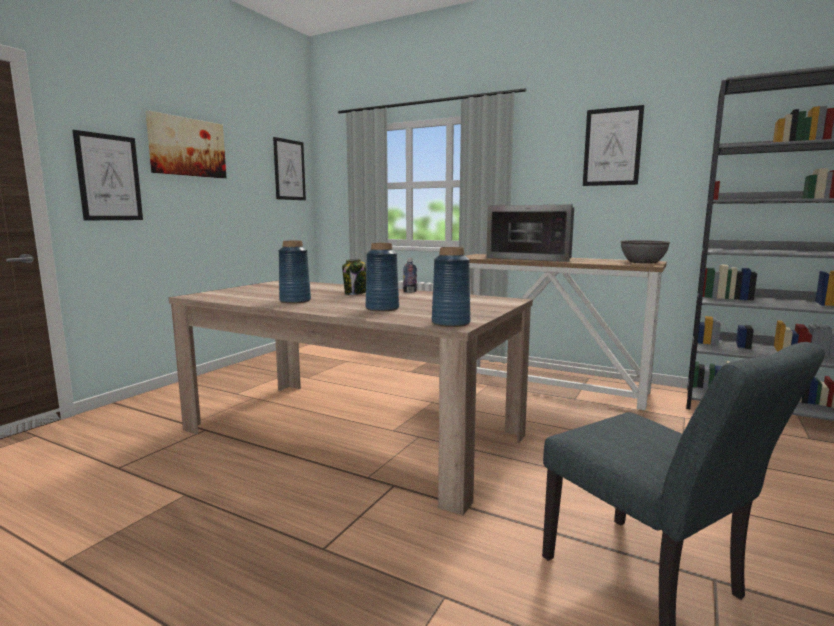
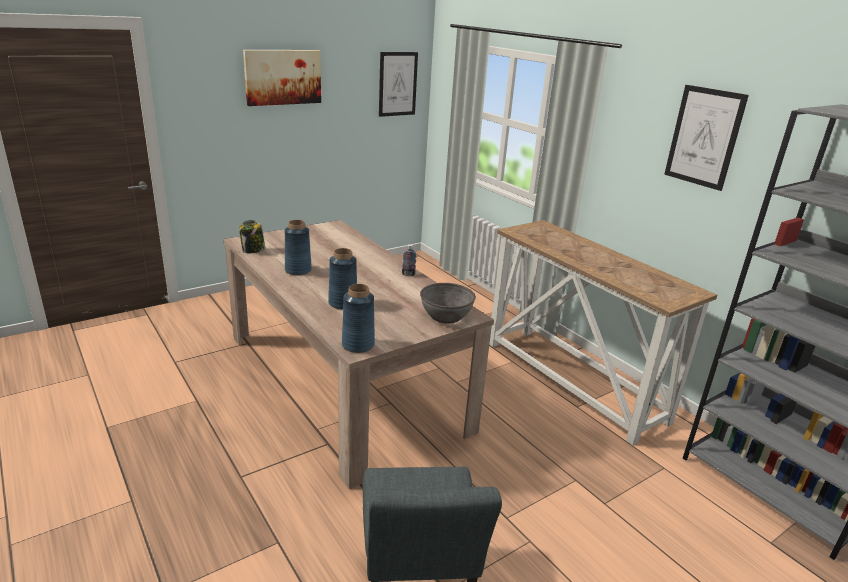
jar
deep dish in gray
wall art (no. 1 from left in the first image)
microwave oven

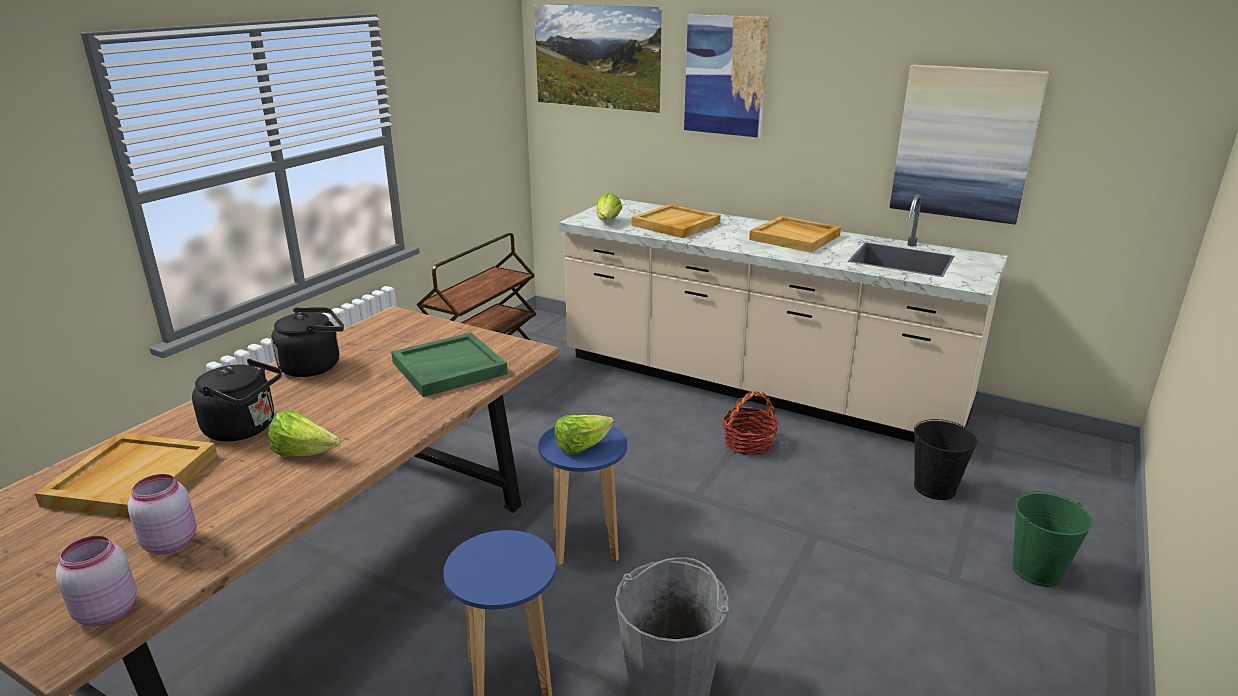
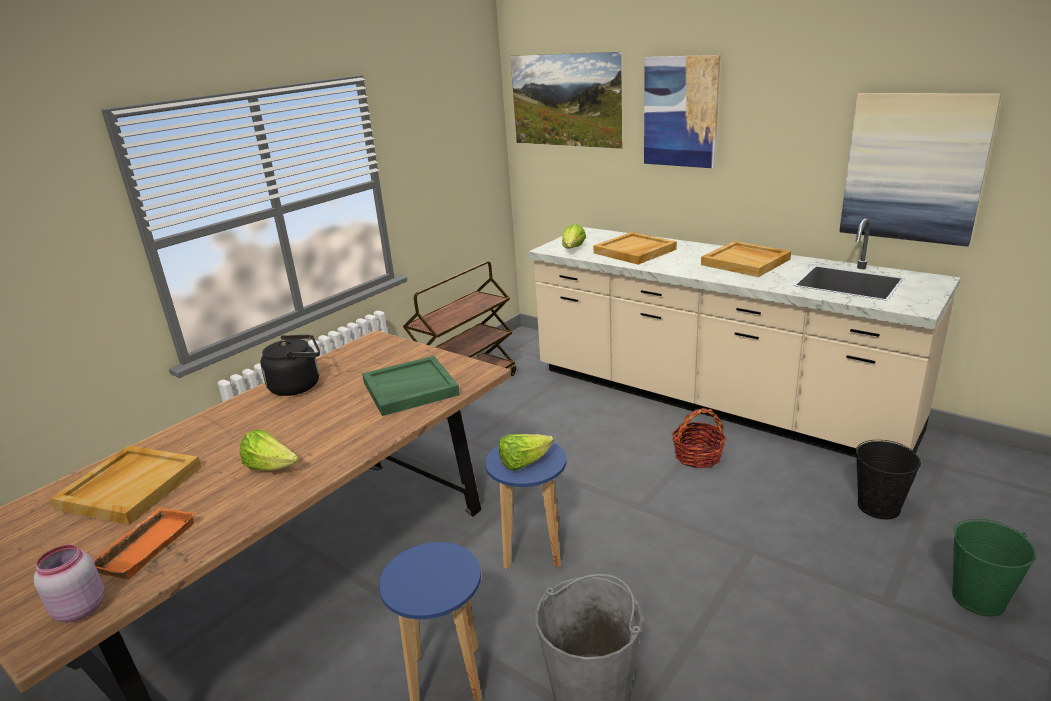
tray in orangey
water kettle in black-coloured (no. 1 from left in the first image)

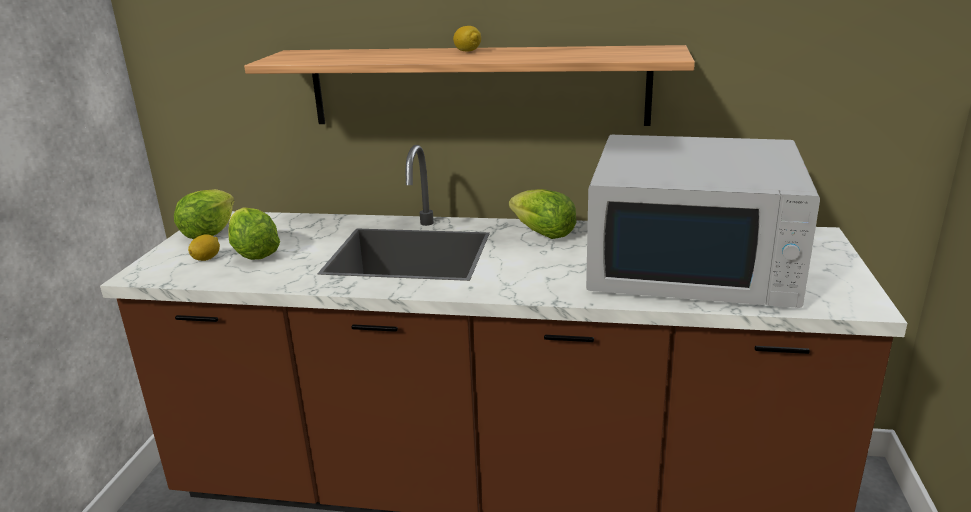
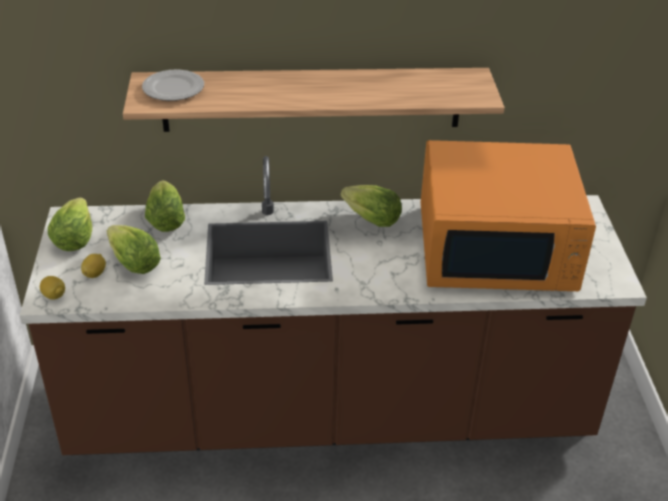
citrus fruit (no. 1 from left)
flat dish
head of lettuce (no. 3 from left)
microwave oven in orangey

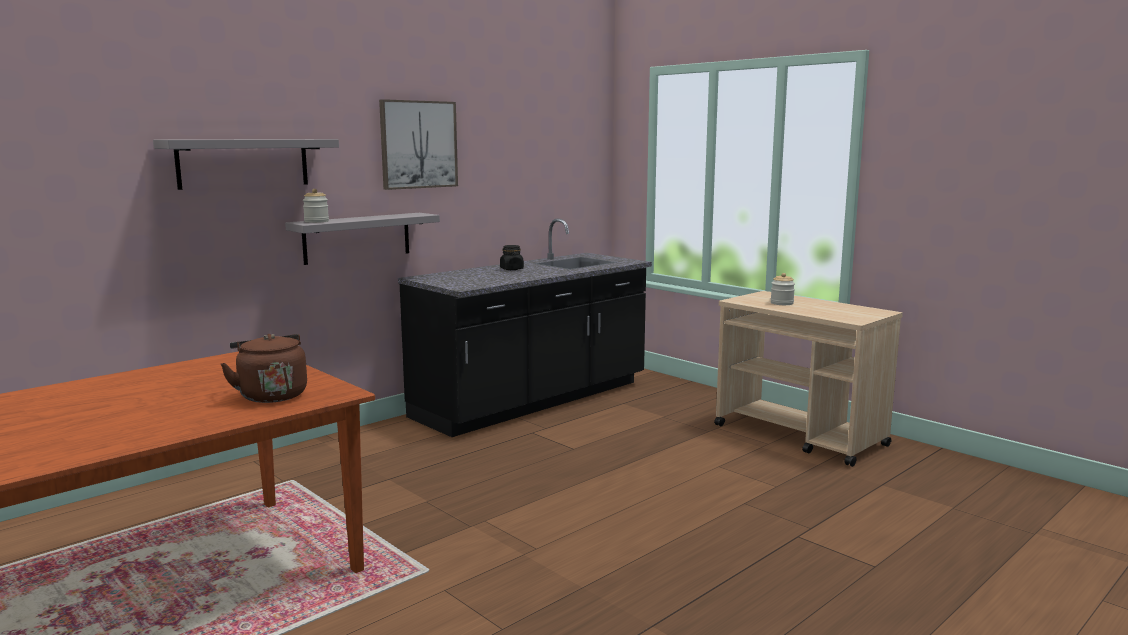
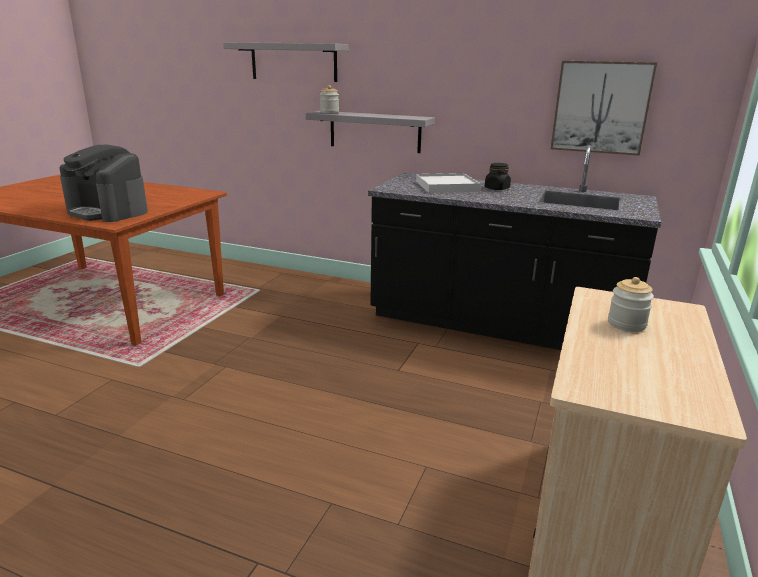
coffee brewer
tray in white
wall art

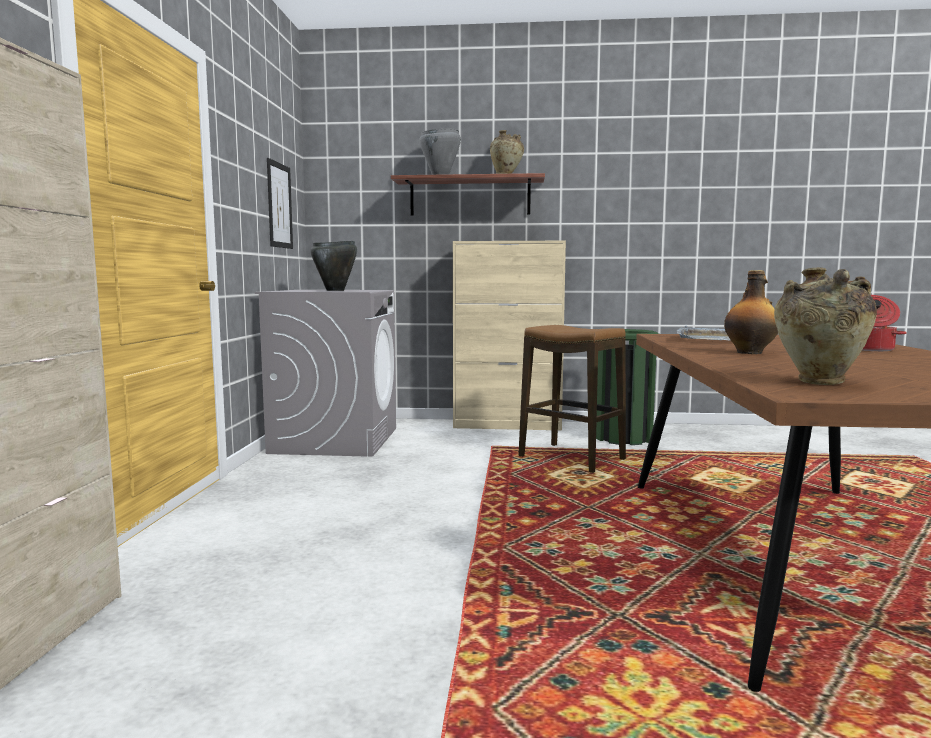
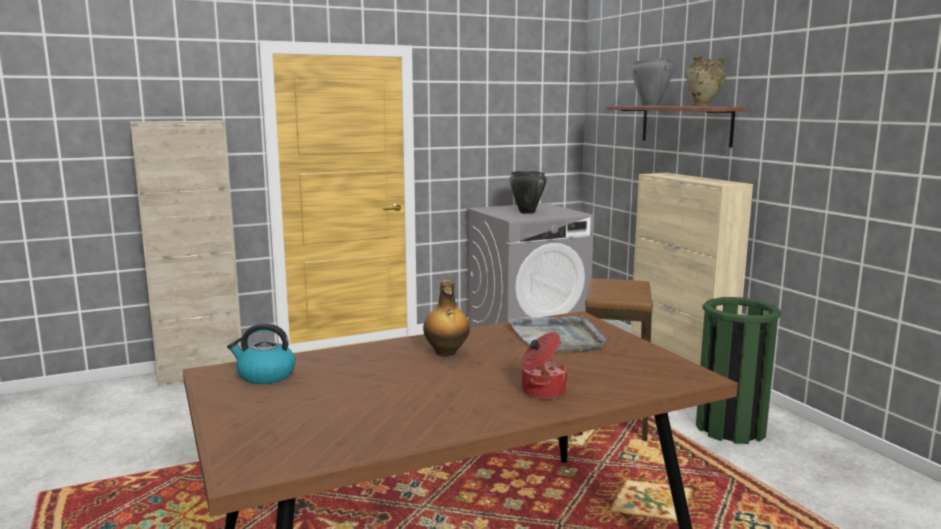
water kettle
wall art

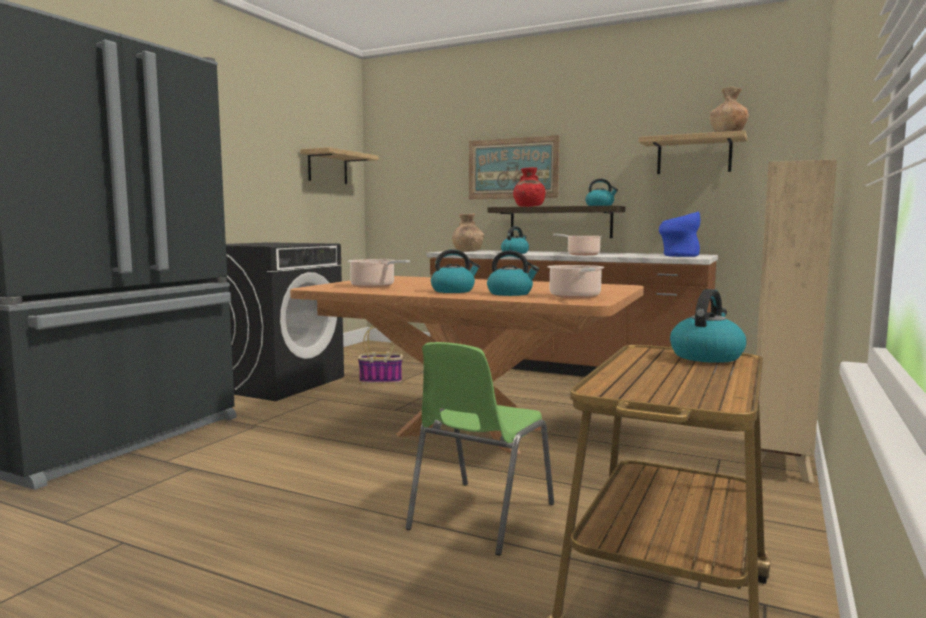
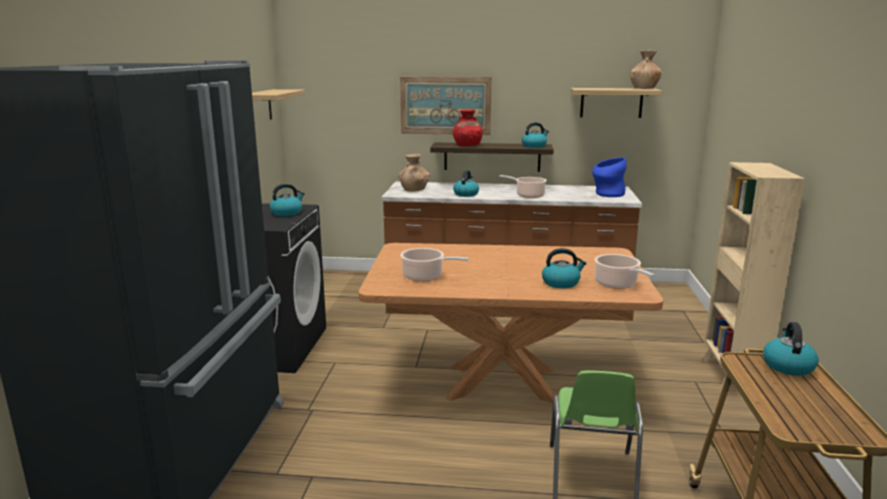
water kettle (no. 1 from left)
storage basket

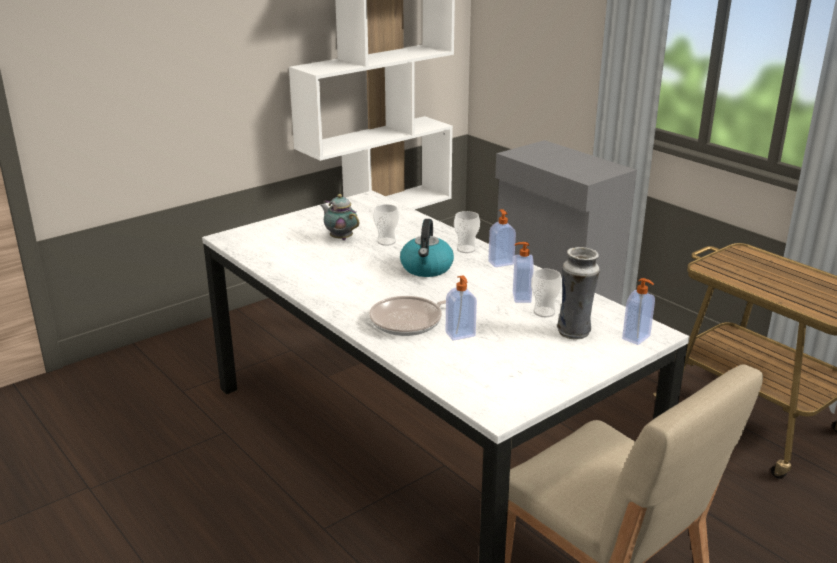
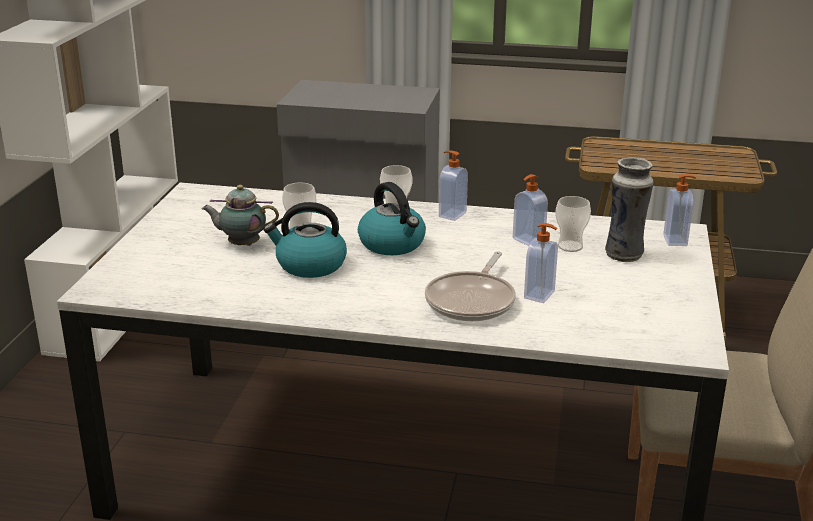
water kettle (no. 1 from left)

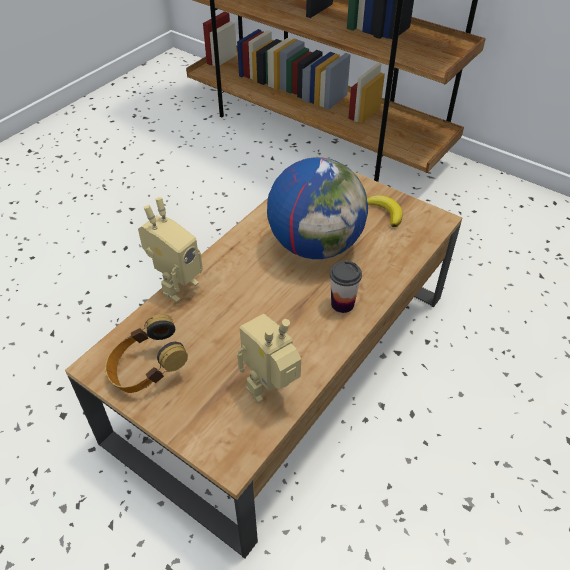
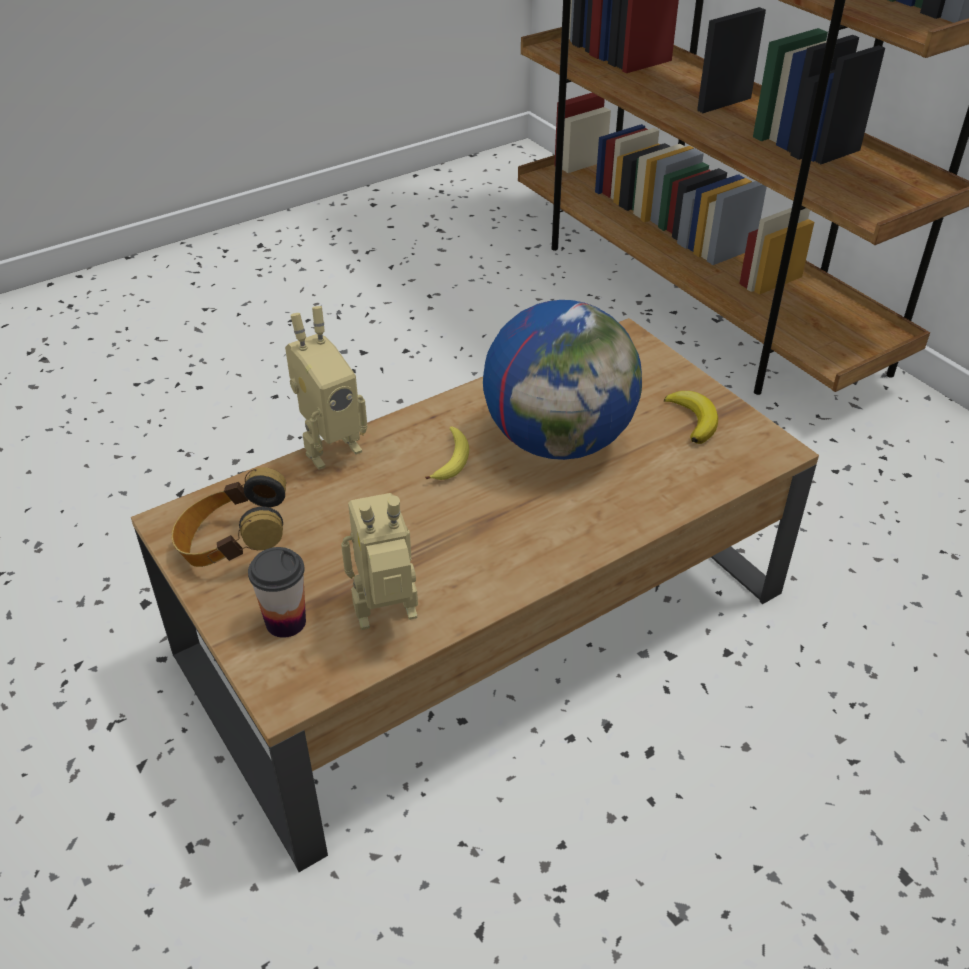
drinking cup
banana (no. 1 from left)

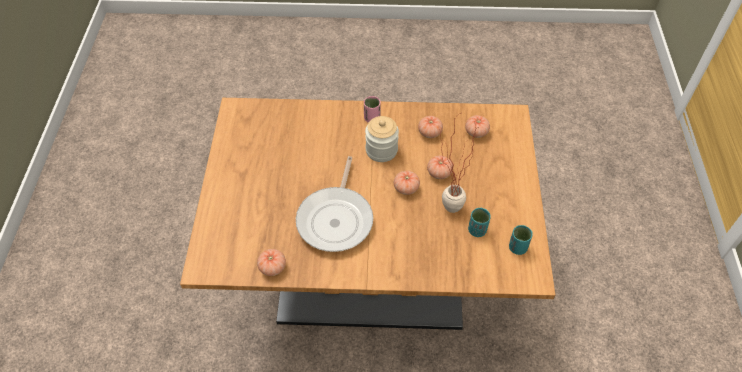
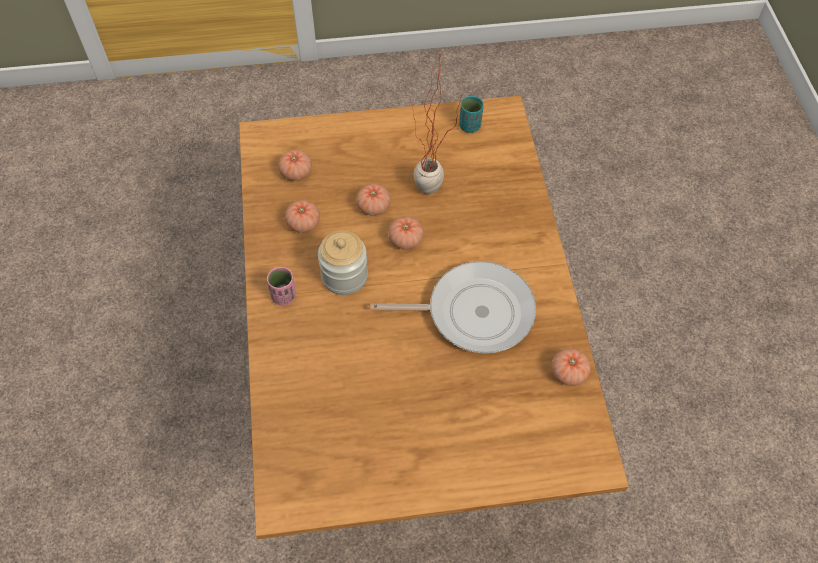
drinking cup in blue-green (no. 1 from left in the first image)

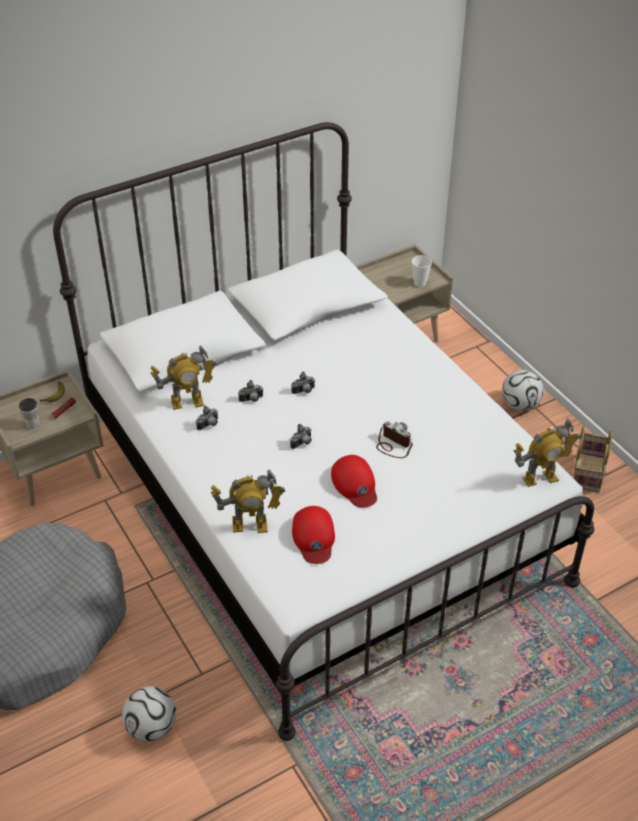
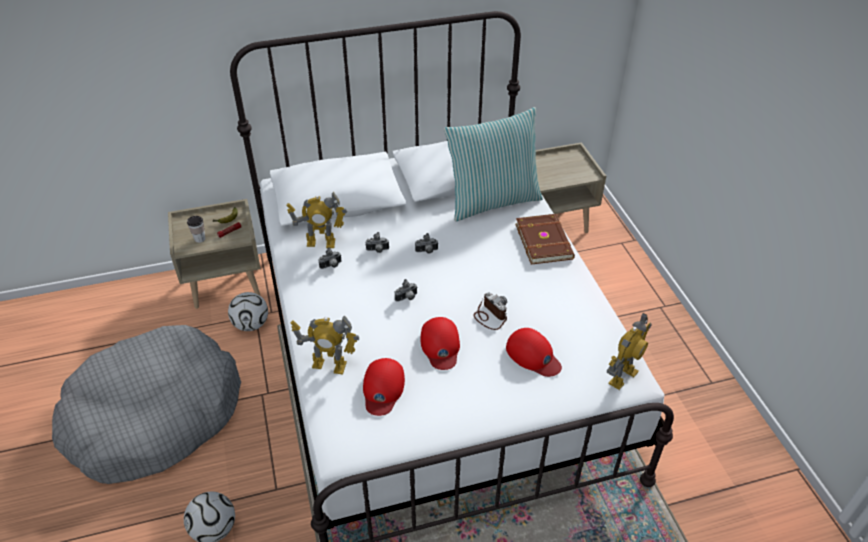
football (no. 2 from left)
throw pillow
baseball cap in red-coloured (no. 3 from left)
book in brownish
model robot (no. 3 from left)
drinking cup (no. 2 from left in the first image)
storage basket

